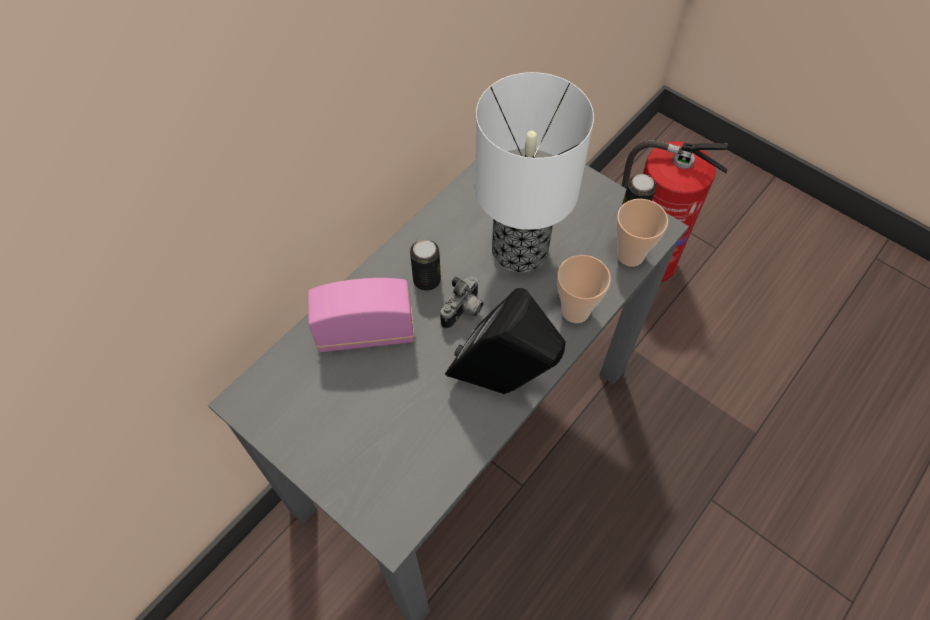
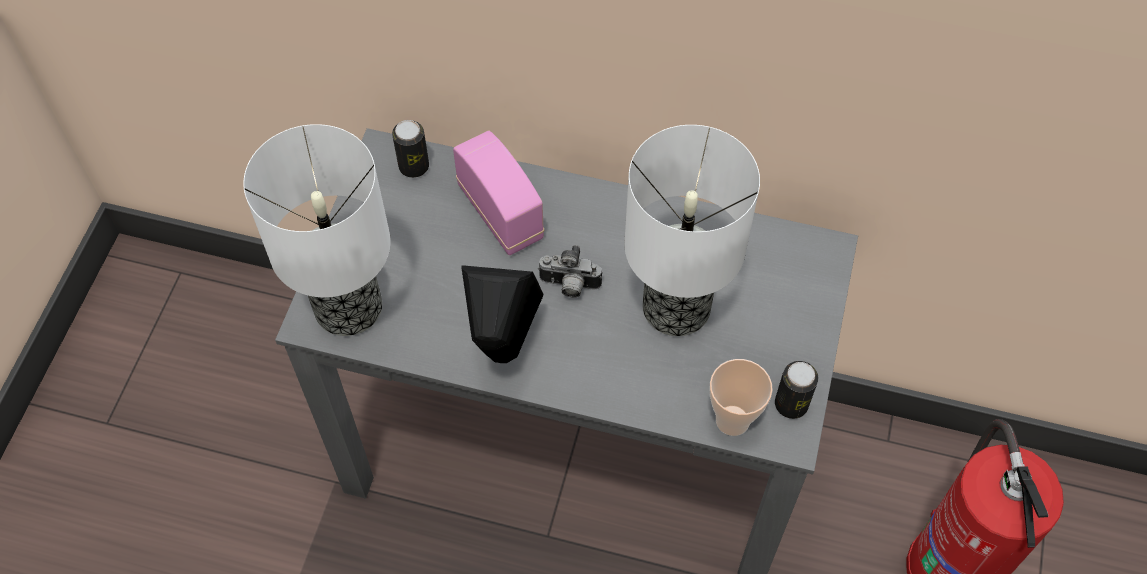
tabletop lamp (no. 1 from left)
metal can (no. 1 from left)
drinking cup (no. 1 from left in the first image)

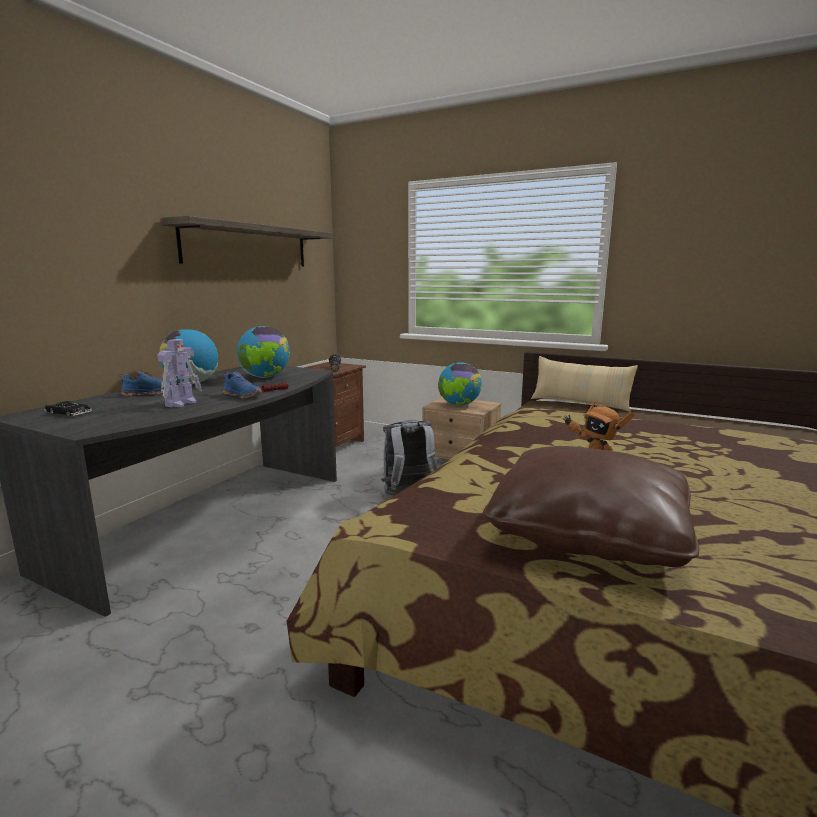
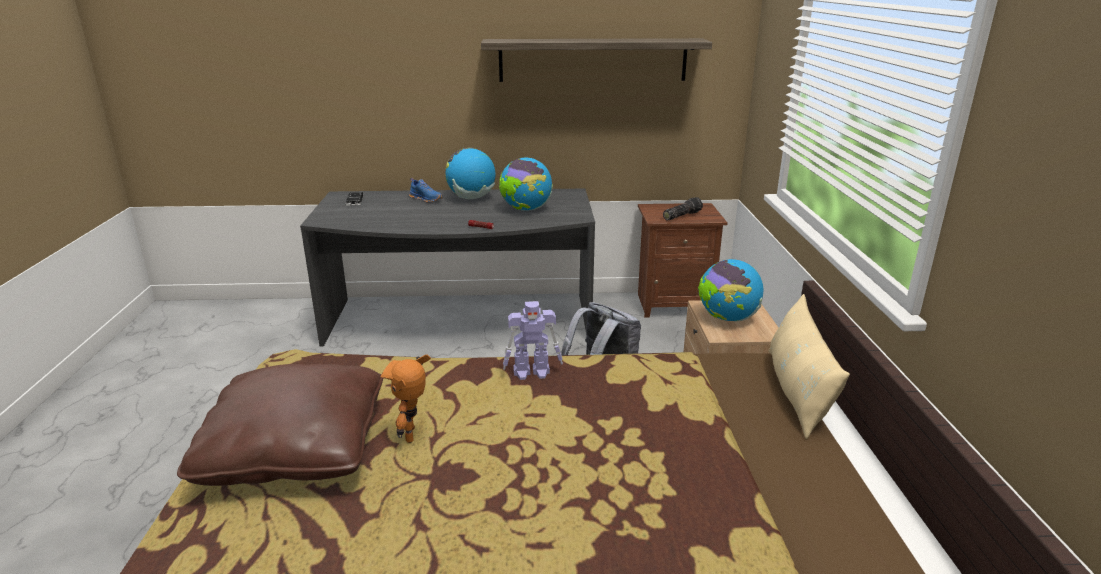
model robot (no. 2 from left)
shoe in blue (no. 2 from left in the first image)

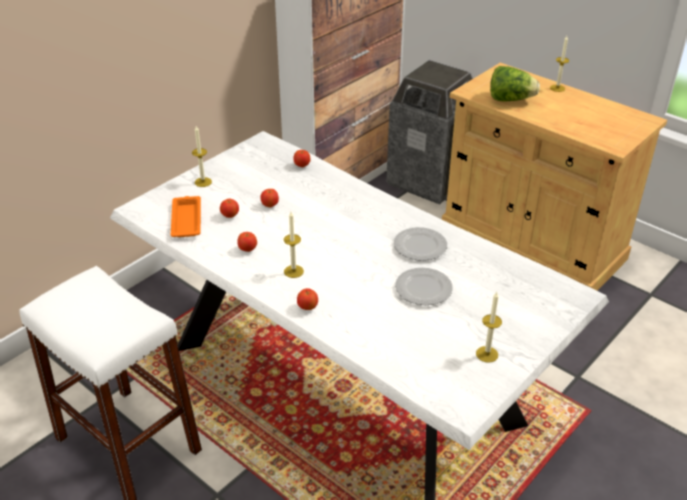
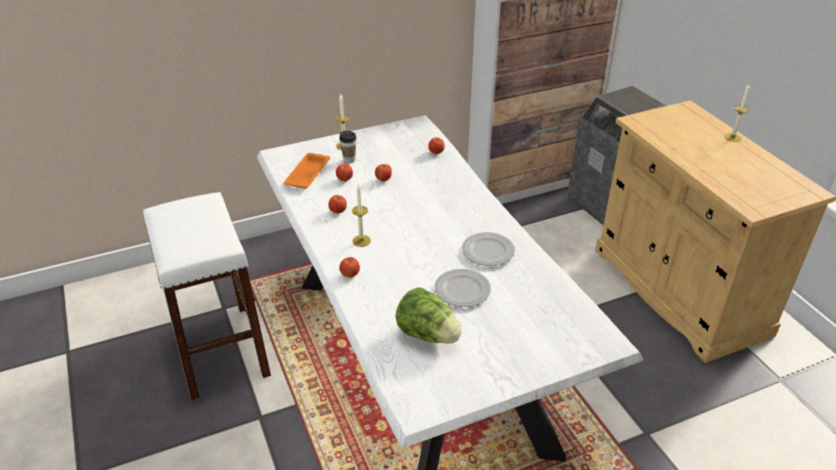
drinking cup
head of lettuce
wax light (no. 3 from left in the first image)

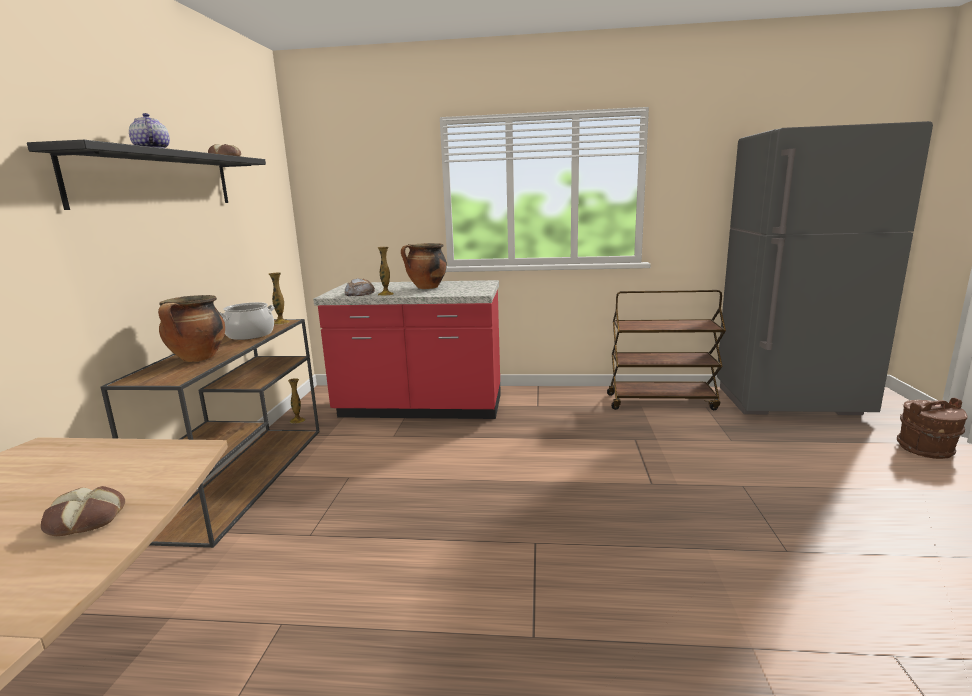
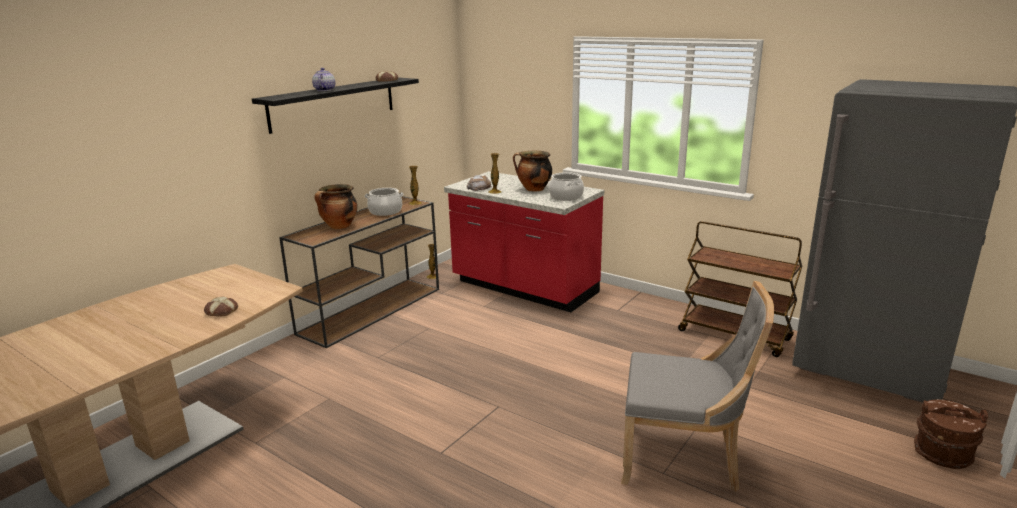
cooking pot (no. 4 from left)
chair in gray

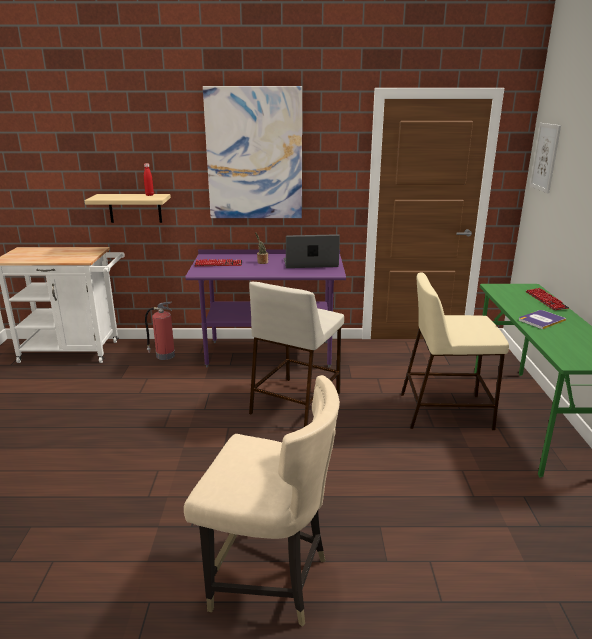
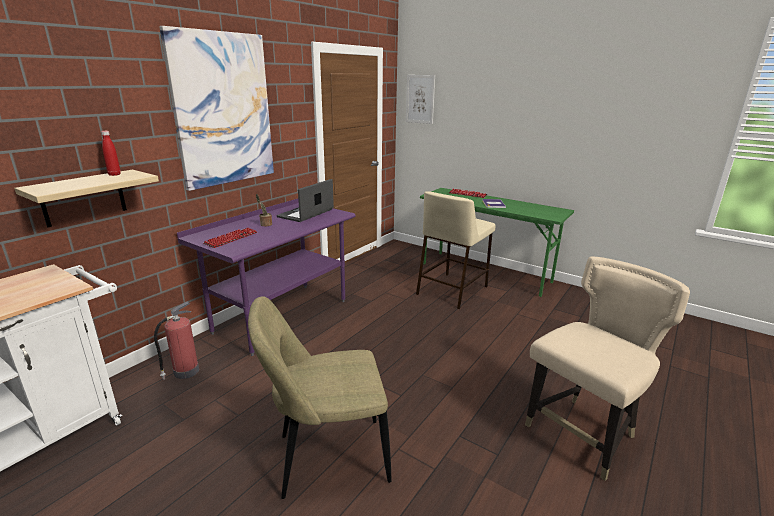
chair in beige (no. 1 from left)
sitting stool in beige (no. 1 from left in the first image)

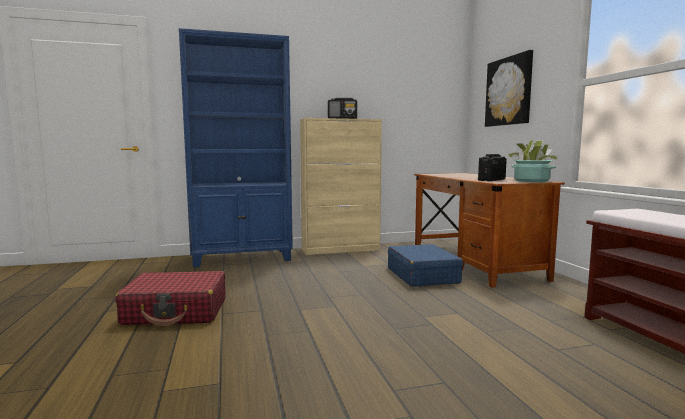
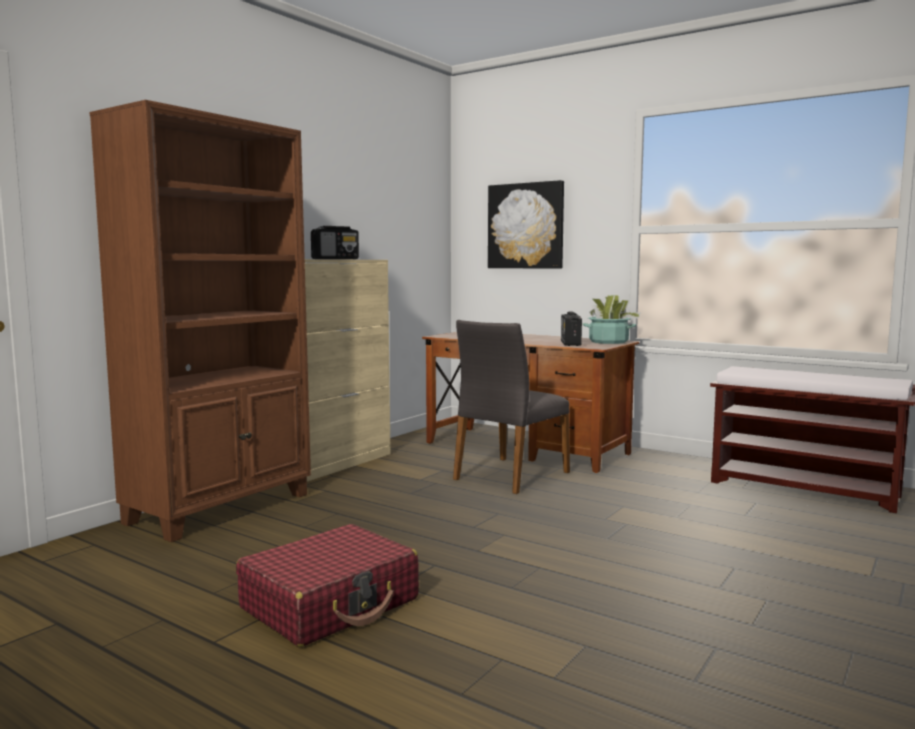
bookshelf in brownish
chair in gray

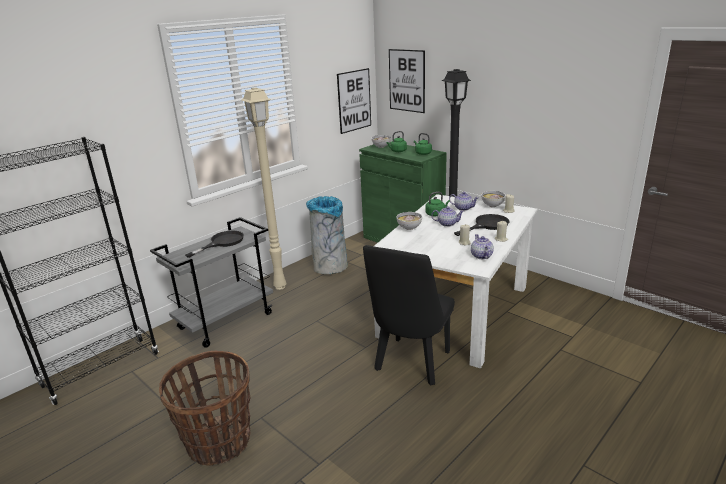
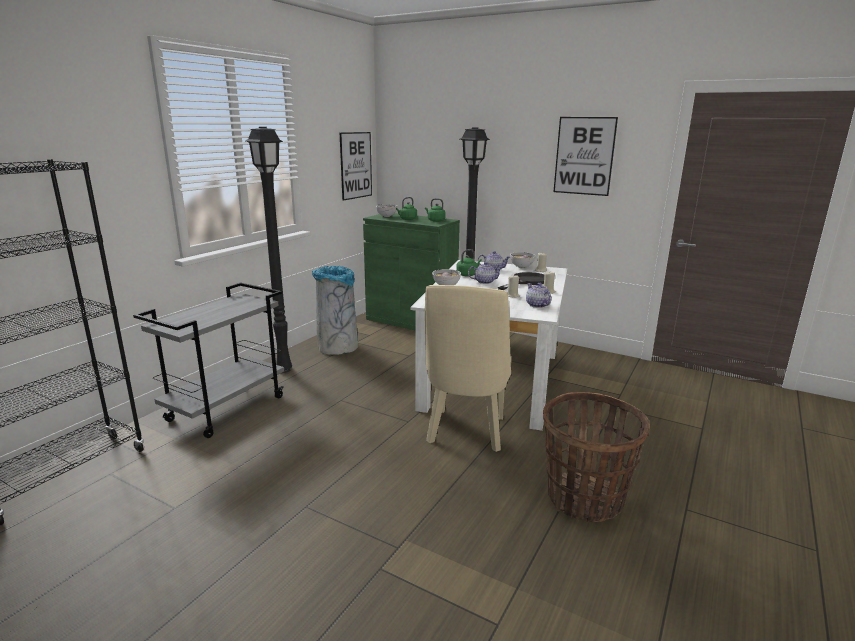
standing lamp in black-coloured (no. 1 from left)
chair in beige
storage basket
wall art (no. 2 from left)
frying pan in black-coloured (no. 1 from left in the first image)

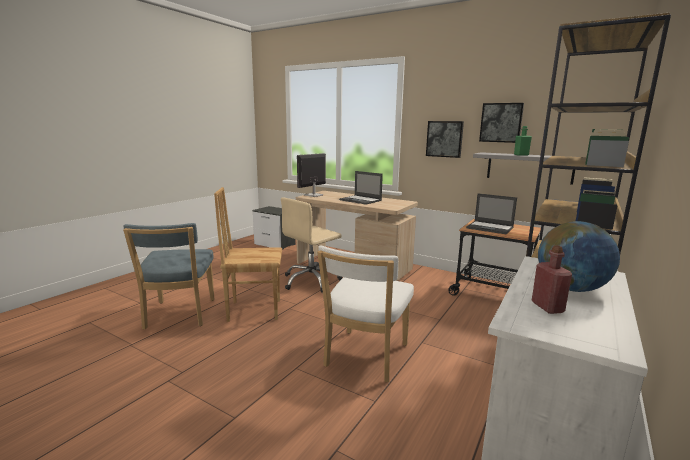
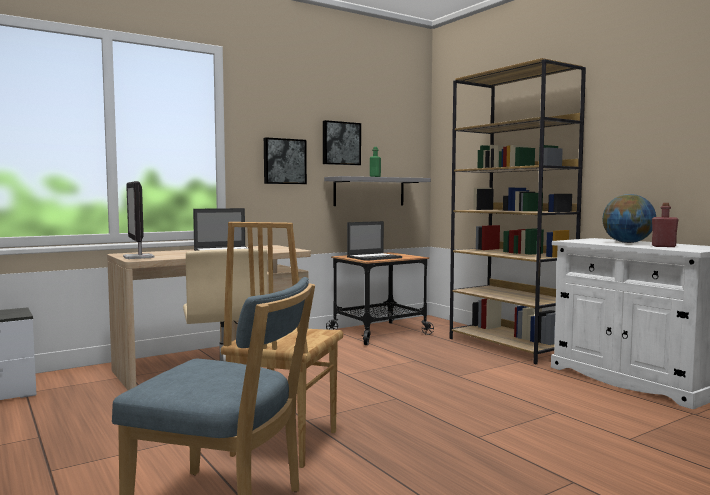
chair in white

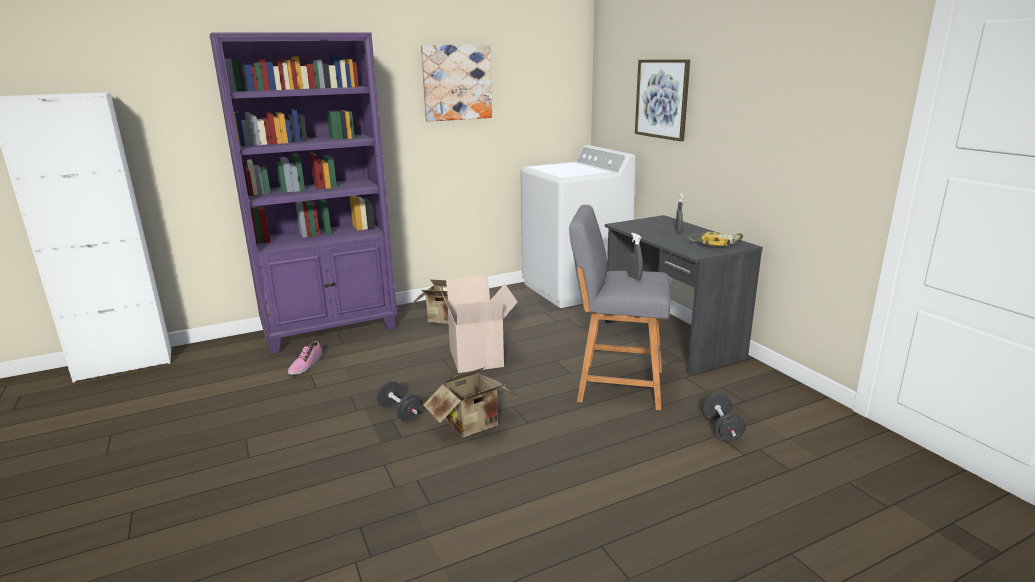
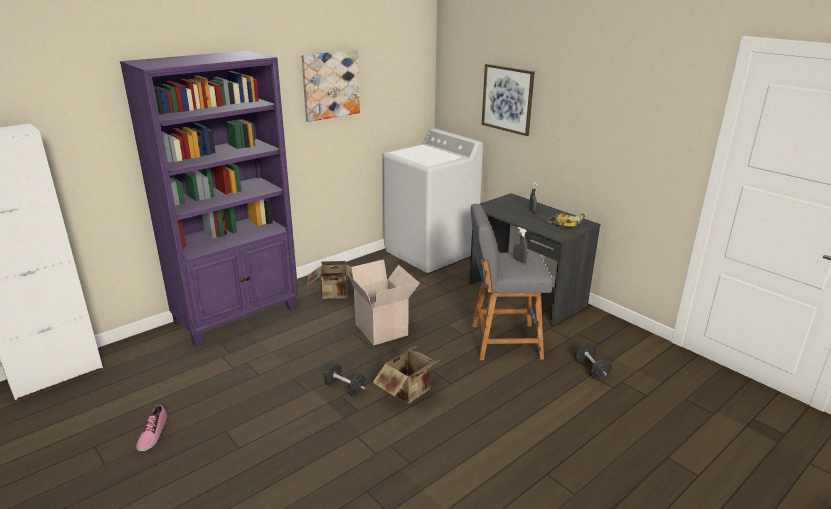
shoe

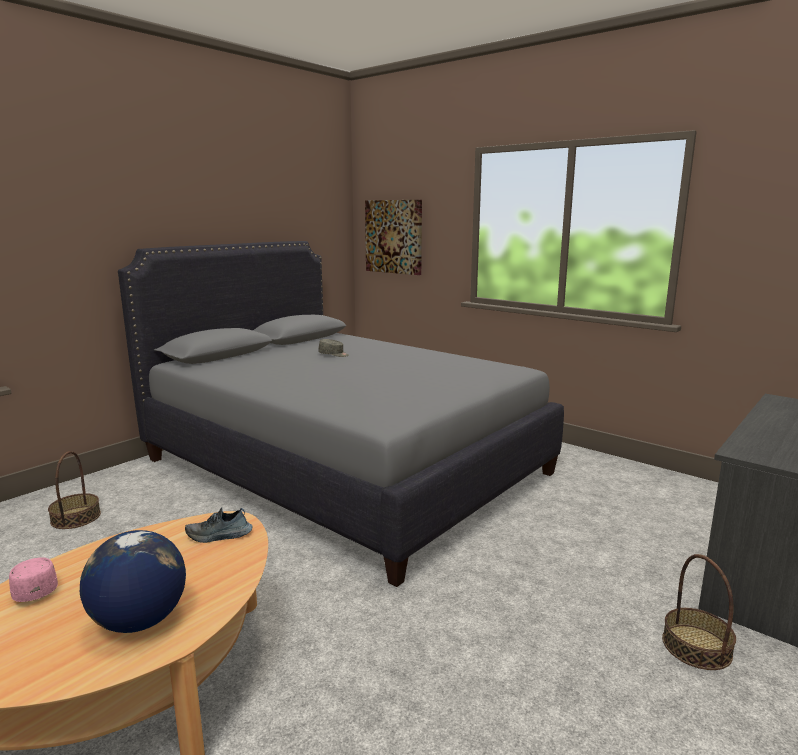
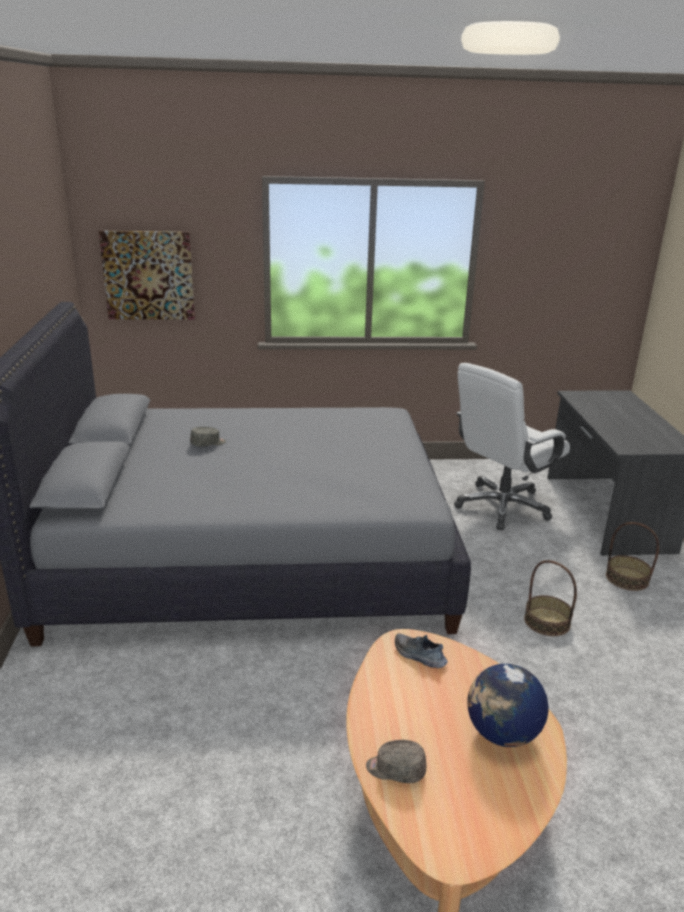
baseball cap in gray (no. 2 from left)
shoe
desk chair in white
storage basket (no. 1 from left)

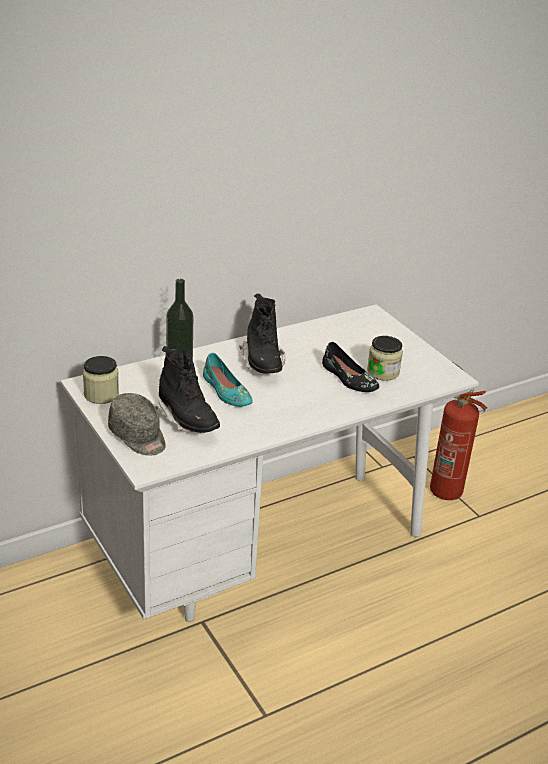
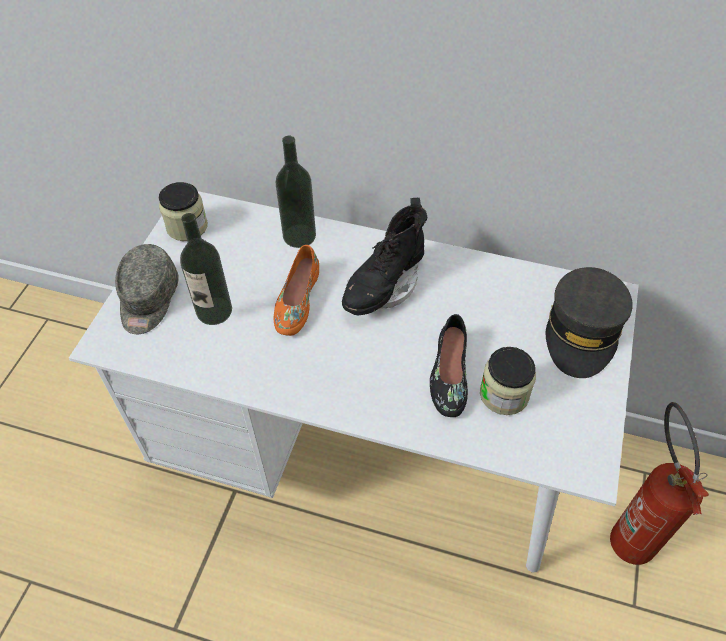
drink bottle (no. 1 from left)
shoe in orangey
baseball cap in gray (no. 2 from left)

